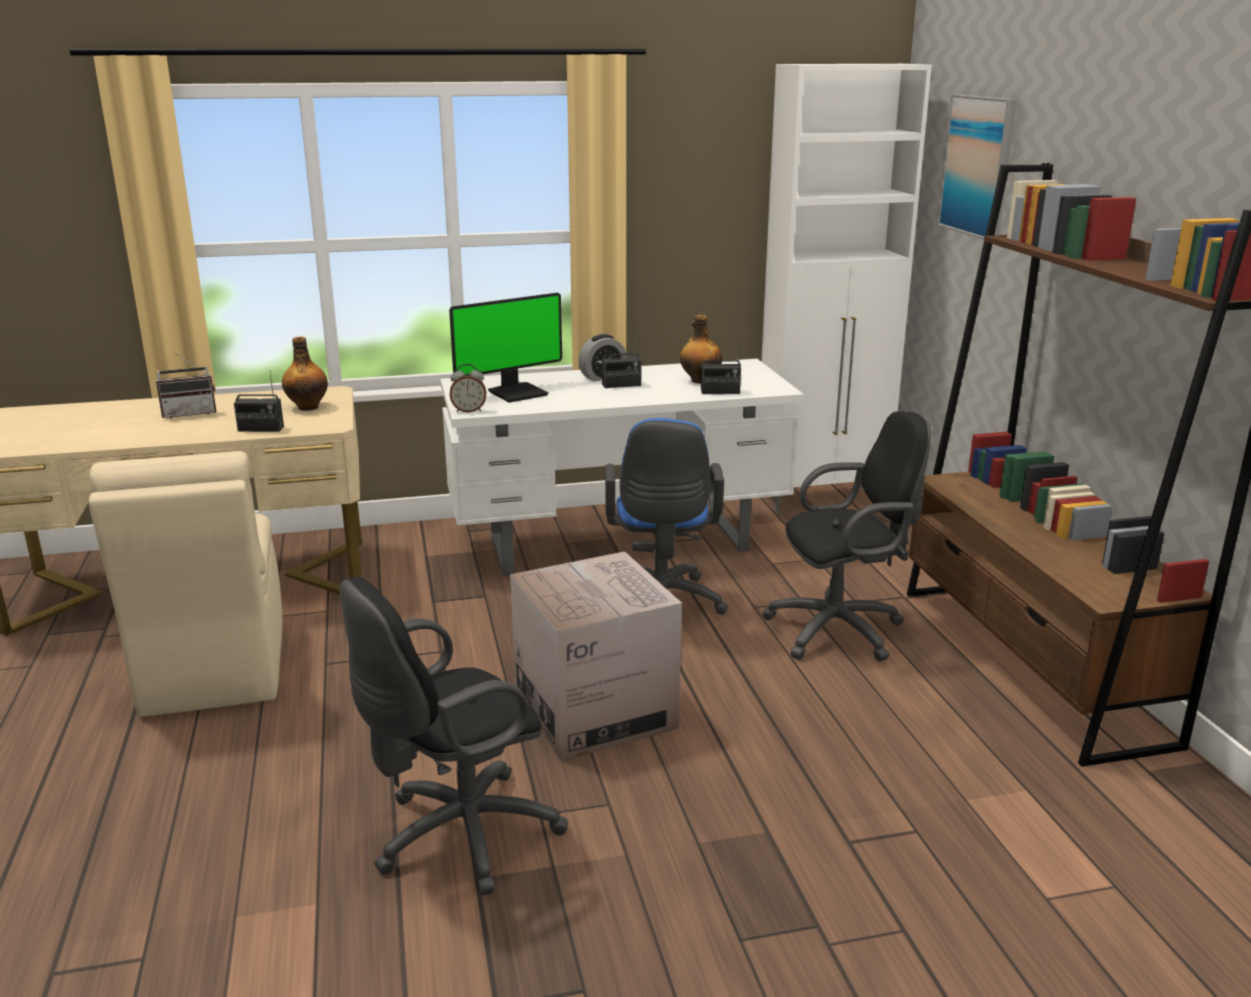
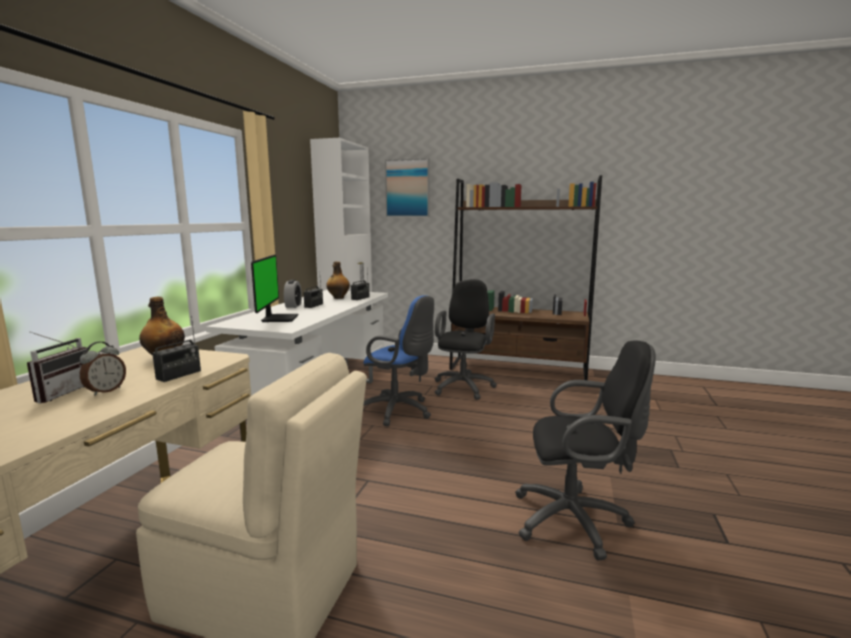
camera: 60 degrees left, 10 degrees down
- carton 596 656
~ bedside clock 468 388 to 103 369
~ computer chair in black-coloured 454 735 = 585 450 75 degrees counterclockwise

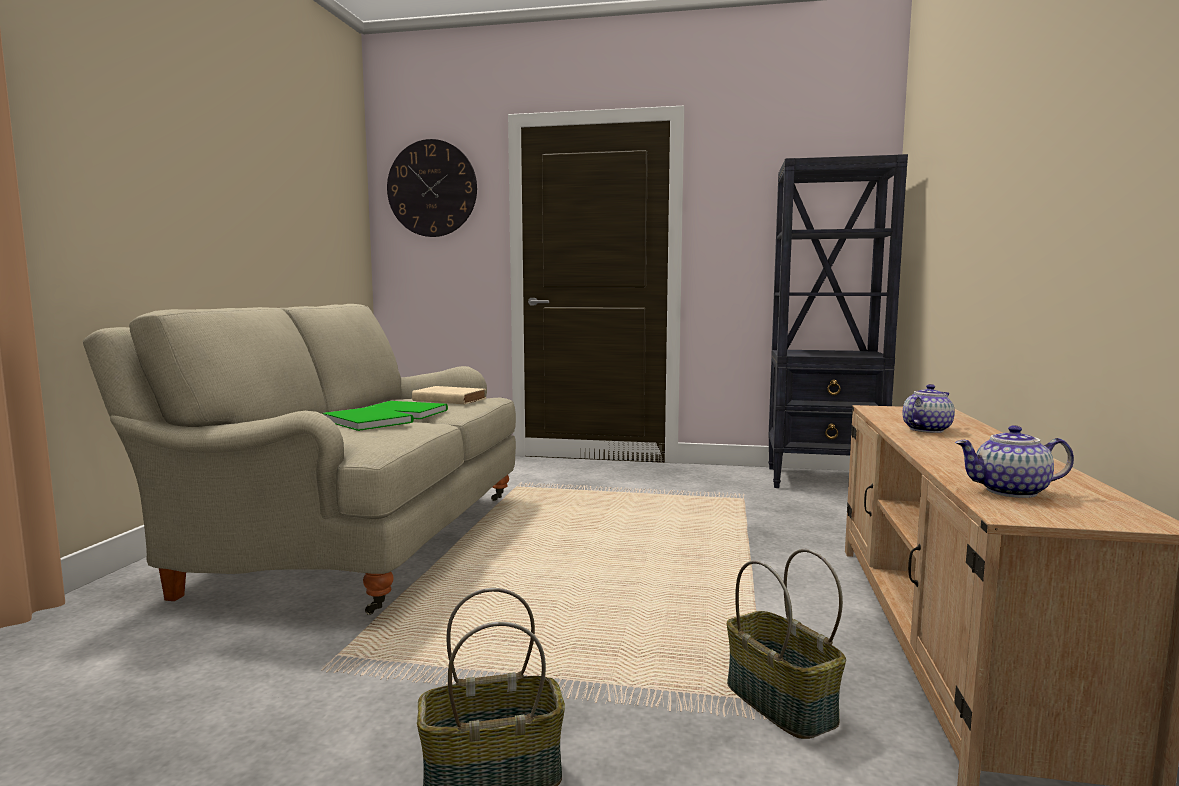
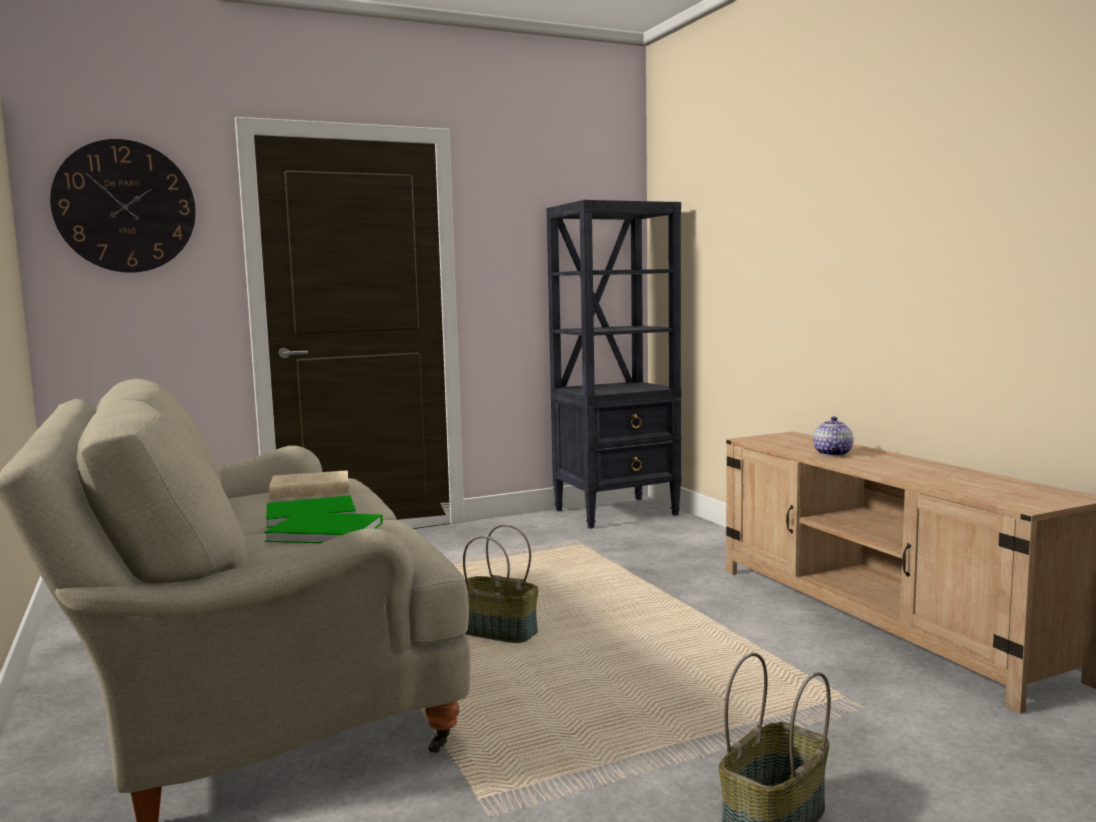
camera: 35 degrees left, 0 degrees up
- tea pot 1014 461
~ basket 786 644 to 501 583

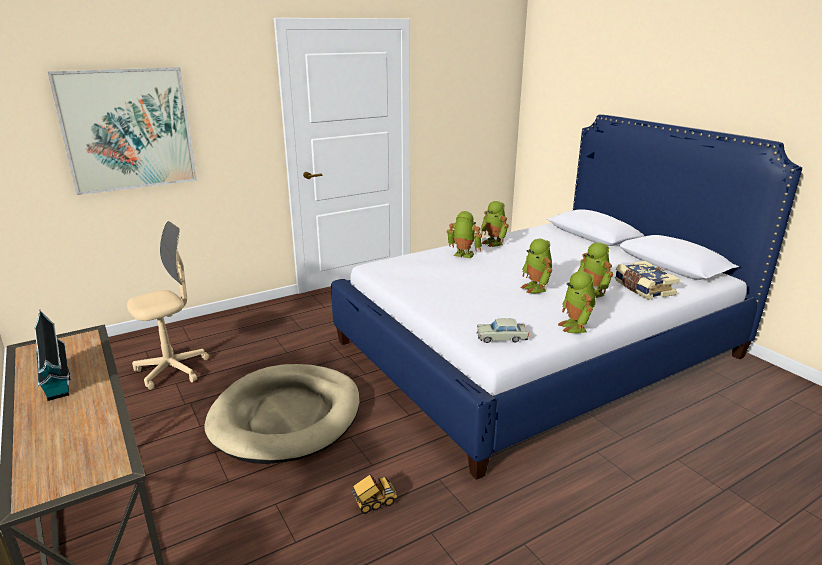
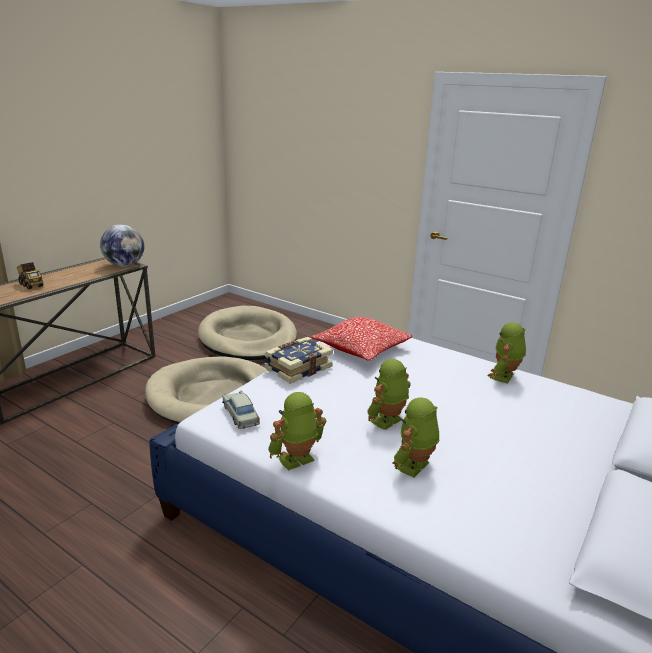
camera: 65 degrees right, 0 degrees up
- toy house 52 355
- picture 122 131
- toy robot 464 235
+ globe 122 245
+ pillow 362 338
~ toy truck 374 494 to 30 275
~ volume 647 280 to 299 360
~ computer chair in beige-coloured 168 305 to dog bed in beige-coloured 247 333

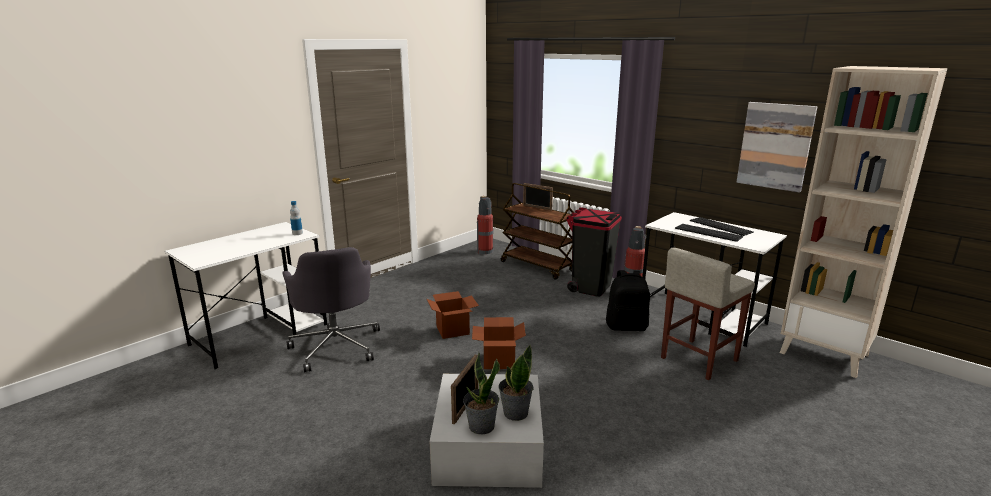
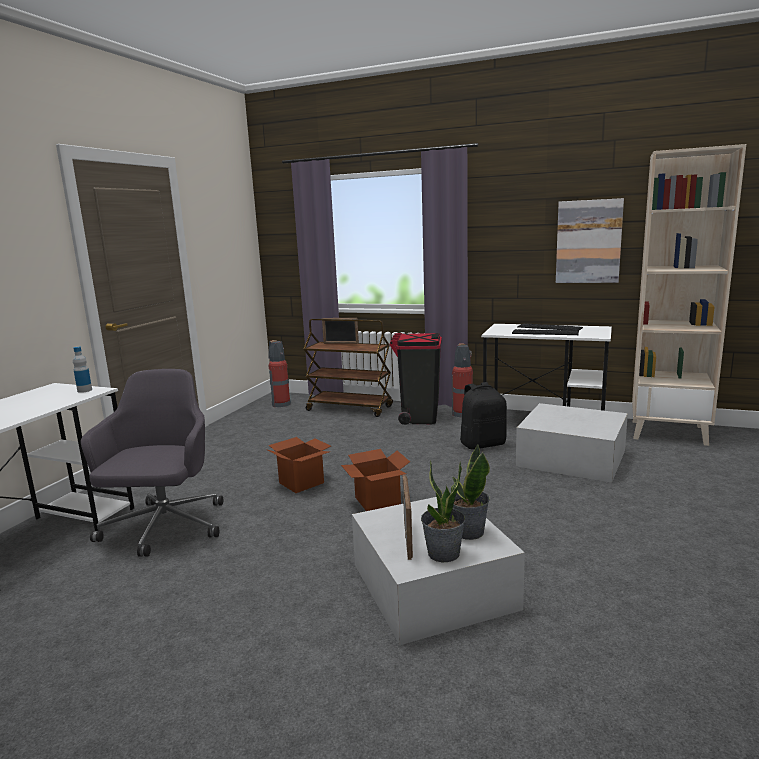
camera: 20 degrees left, 5 degrees down
~ stool seat in beige-coloured 708 314 to storage box in whitish 572 443
~ computer chair in gray 331 310 = 152 463 135 degrees counterclockwise

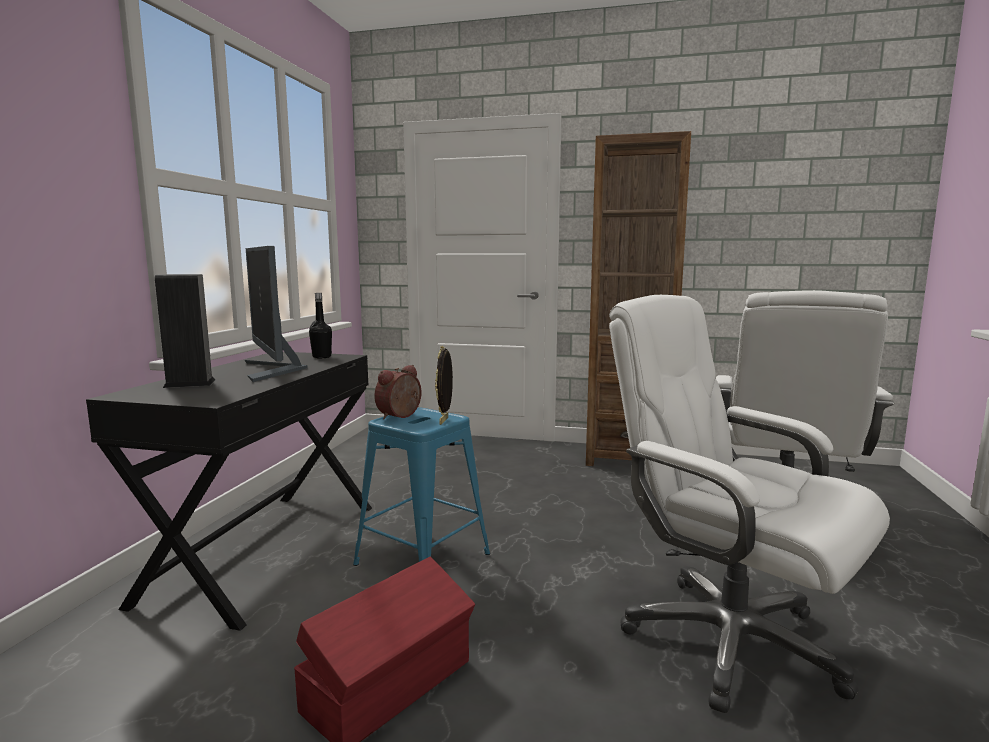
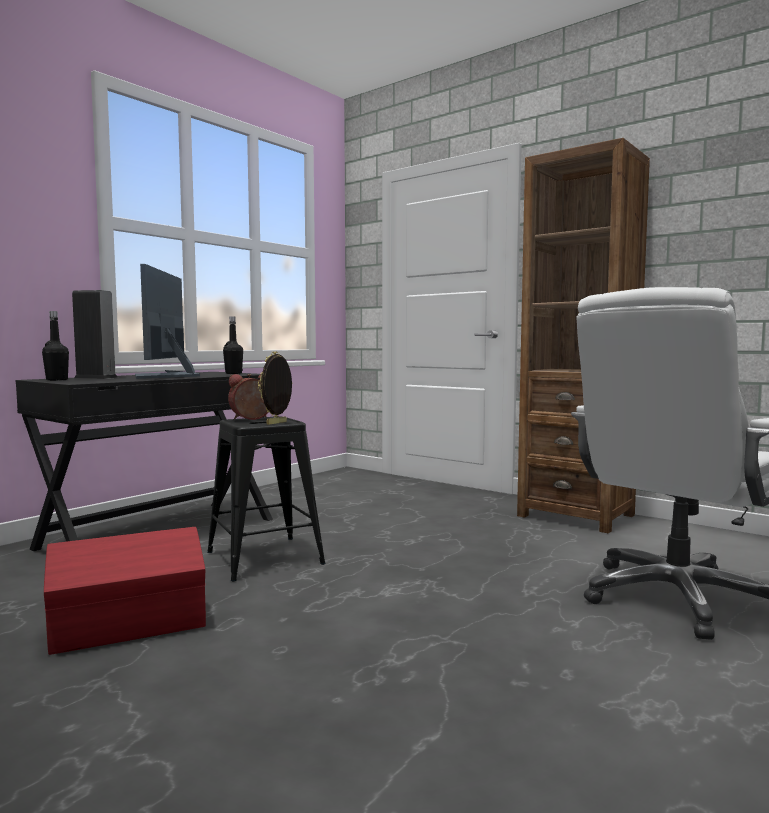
camera: 25 degrees right, 5 degrees down
- computer chair in whitish 749 504
+ drink bottle in black-coloured 55 346
~ stool seat in blue-coloured 421 486 to stool seat in black-coloured 266 499

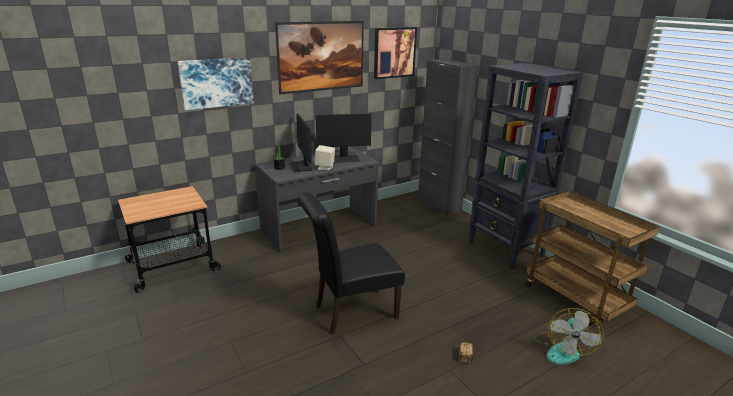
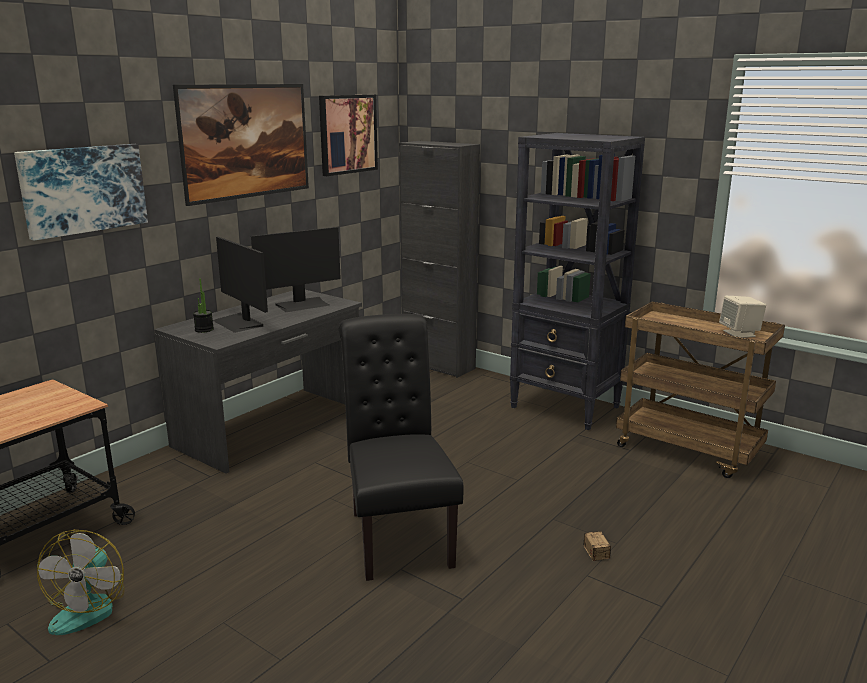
camera: 20 degrees left, 5 degrees down
~ speaker in beige-coloured 324 157 to 742 317
~ cooling fan 569 336 to 81 582
~ chair in black-coloured 351 263 = 401 447 120 degrees clockwise

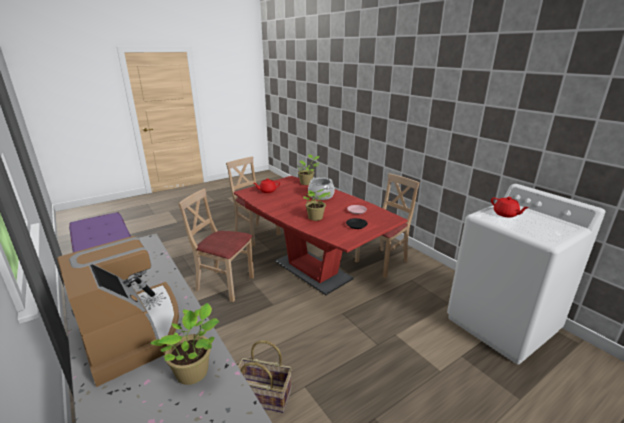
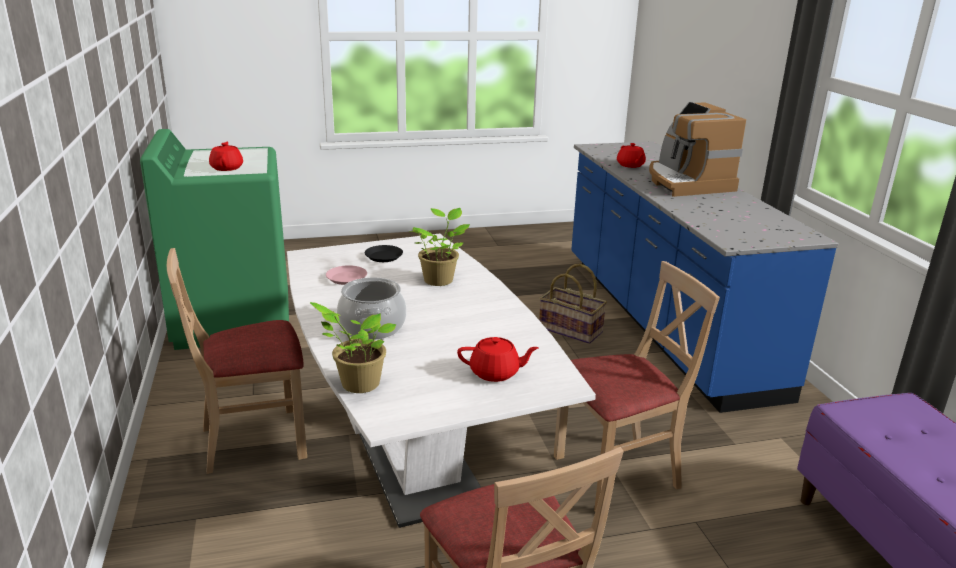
camera: 160 degrees left, 0 degrees up
~ plant in a pot 184 344 to tea pot in reddish 631 155
~ kitchen table in reddish 321 235 to kitchen table in whitish 441 381
~ laundry machine in whitish 526 274 to laundry machine in green-coloured 214 239
~ chair in beige-coloured 216 245 = 637 386 60 degrees counterclockwise

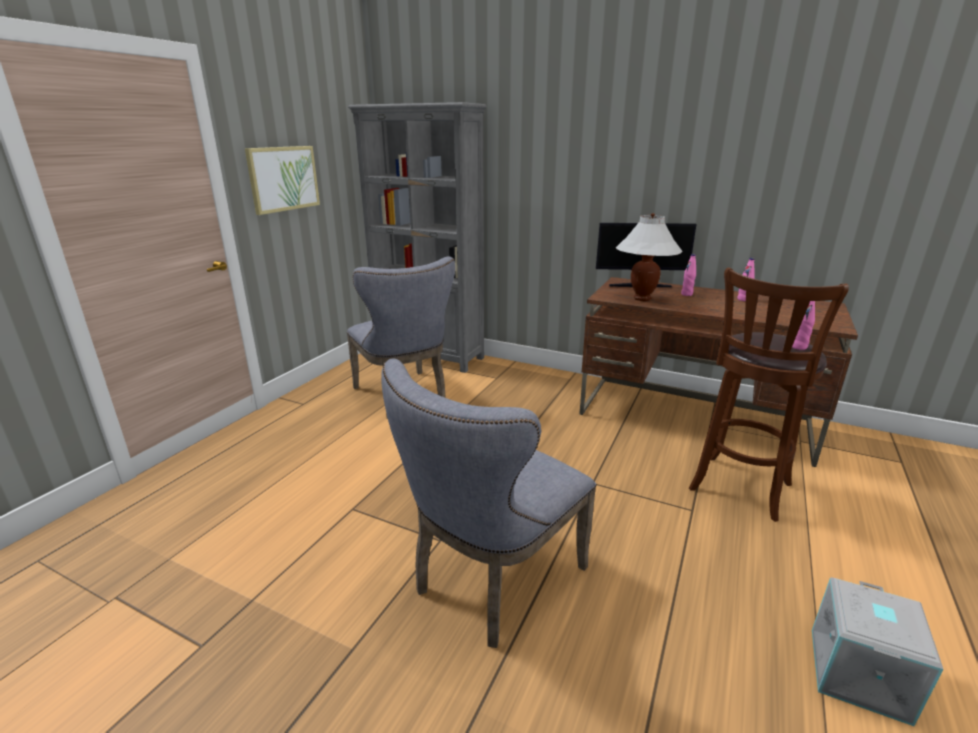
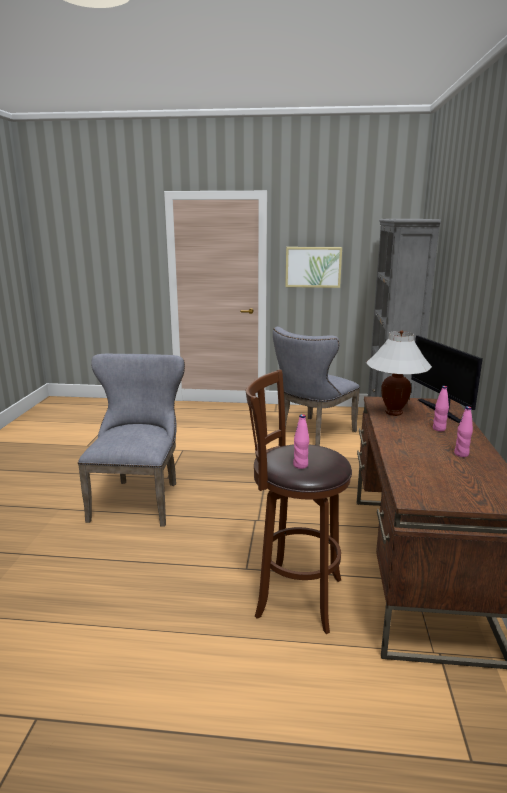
camera: 70 degrees right, 5 degrees down
- storage box in gray 878 651
~ chair in gray 488 503 = 131 440 75 degrees clockwise

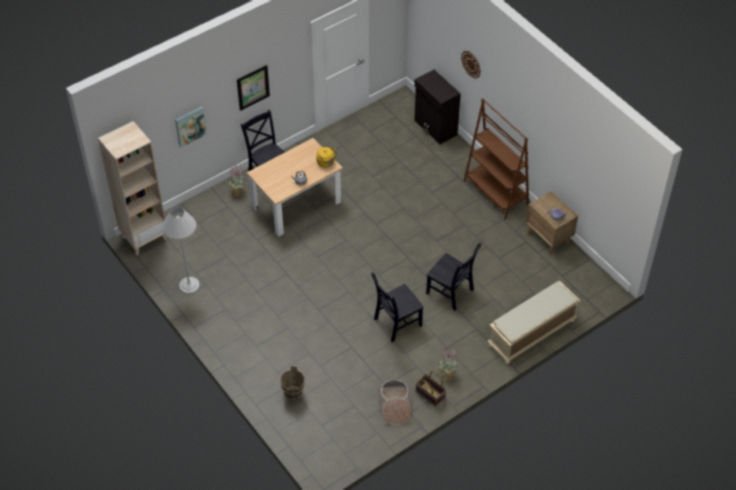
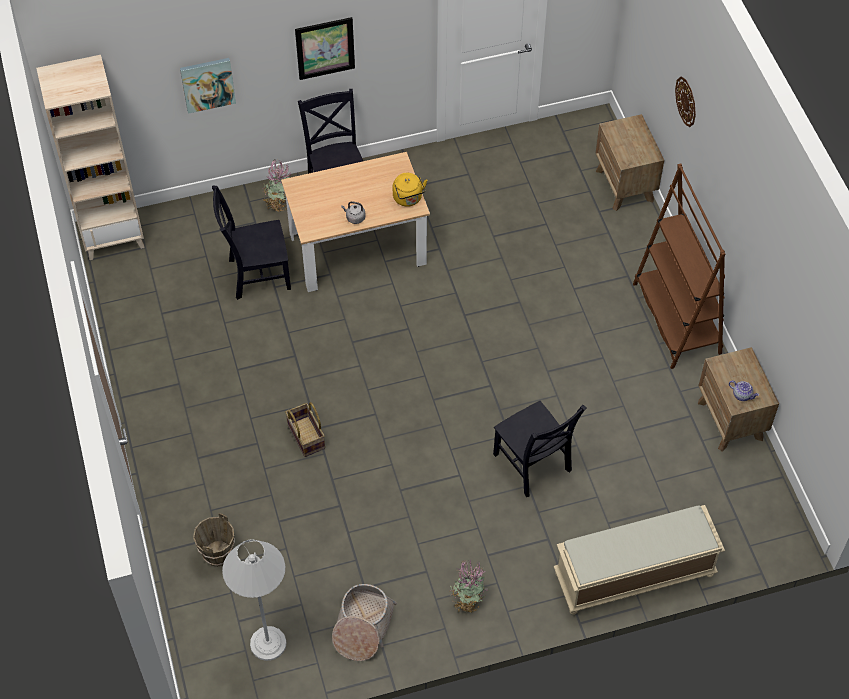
camera: 20 degrees right, 5 degrees up
~ floor lamp in whitish 181 250 to 254 600
~ chair in black-coloured 397 307 to 251 243
~ basket 431 389 to 305 429
~ cabinet in black-coloured 437 107 to nightstand in brown 629 162

